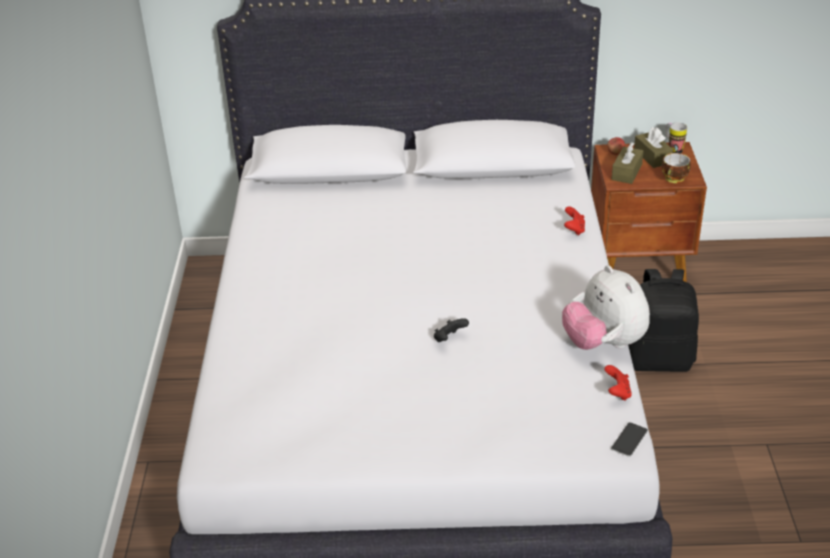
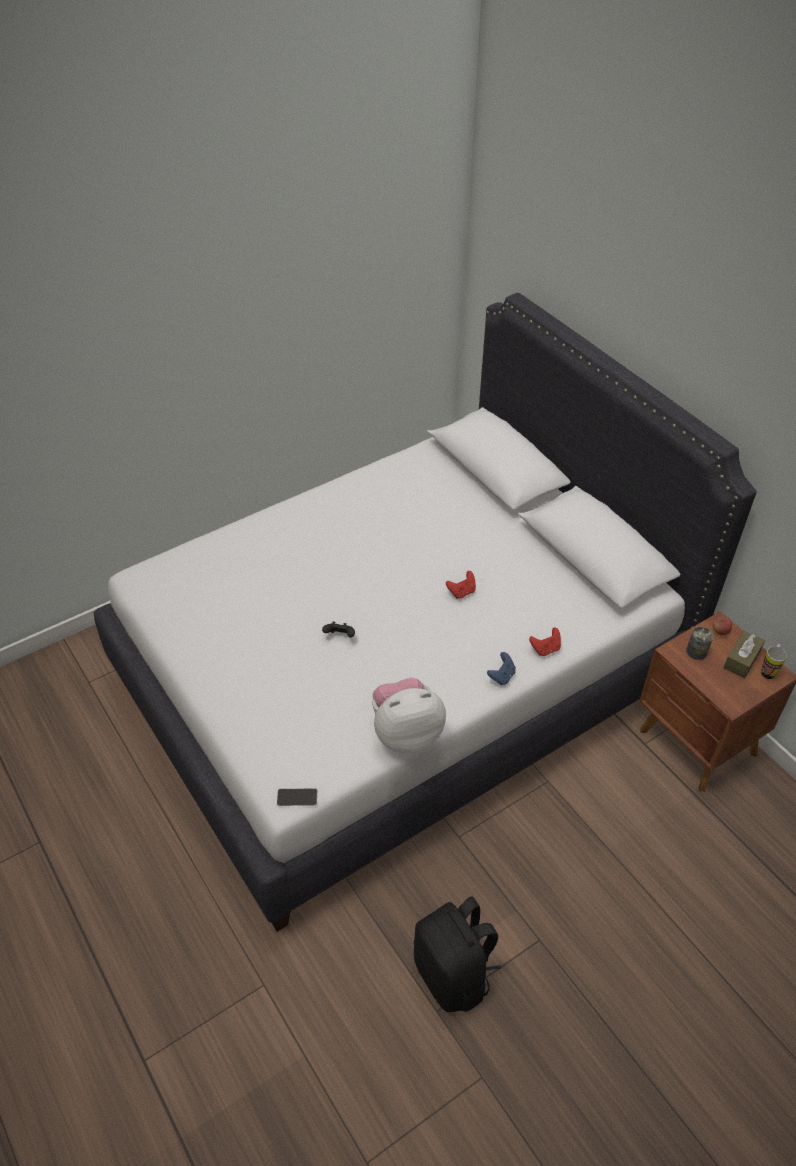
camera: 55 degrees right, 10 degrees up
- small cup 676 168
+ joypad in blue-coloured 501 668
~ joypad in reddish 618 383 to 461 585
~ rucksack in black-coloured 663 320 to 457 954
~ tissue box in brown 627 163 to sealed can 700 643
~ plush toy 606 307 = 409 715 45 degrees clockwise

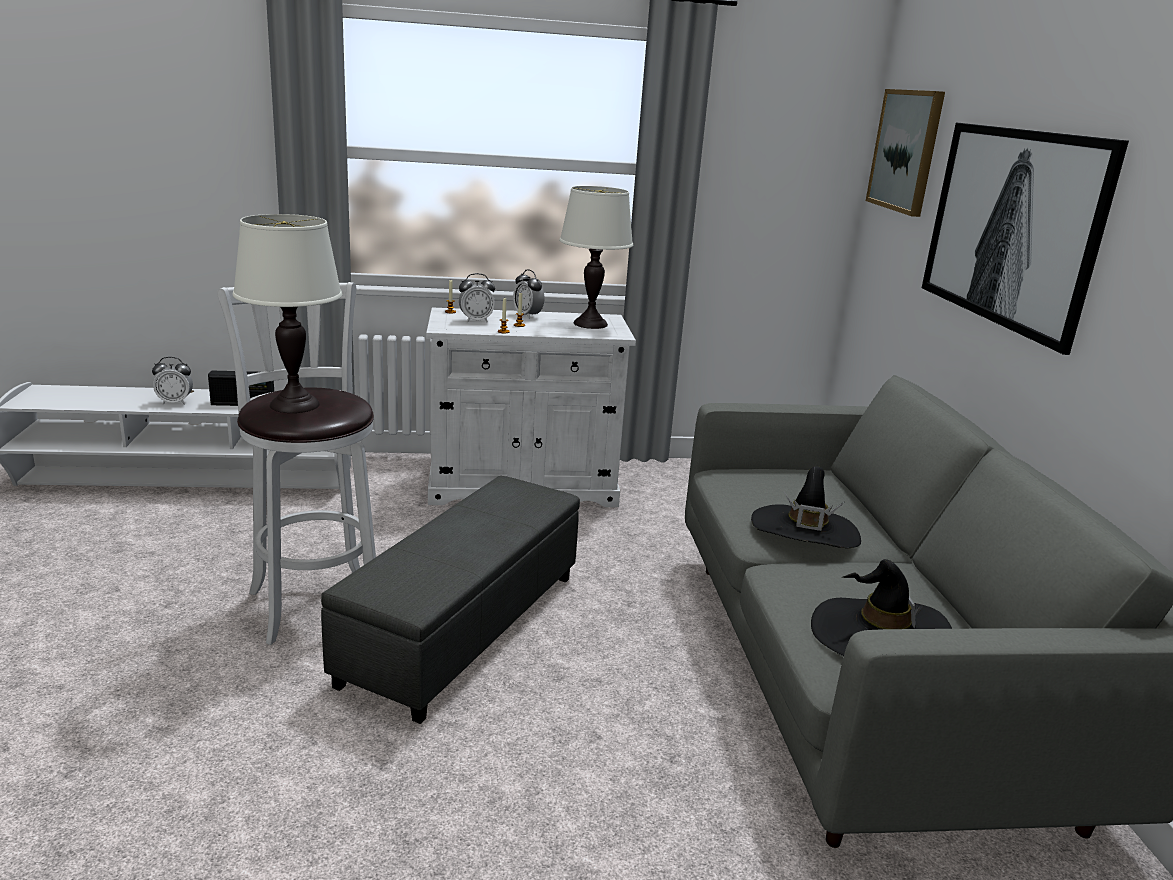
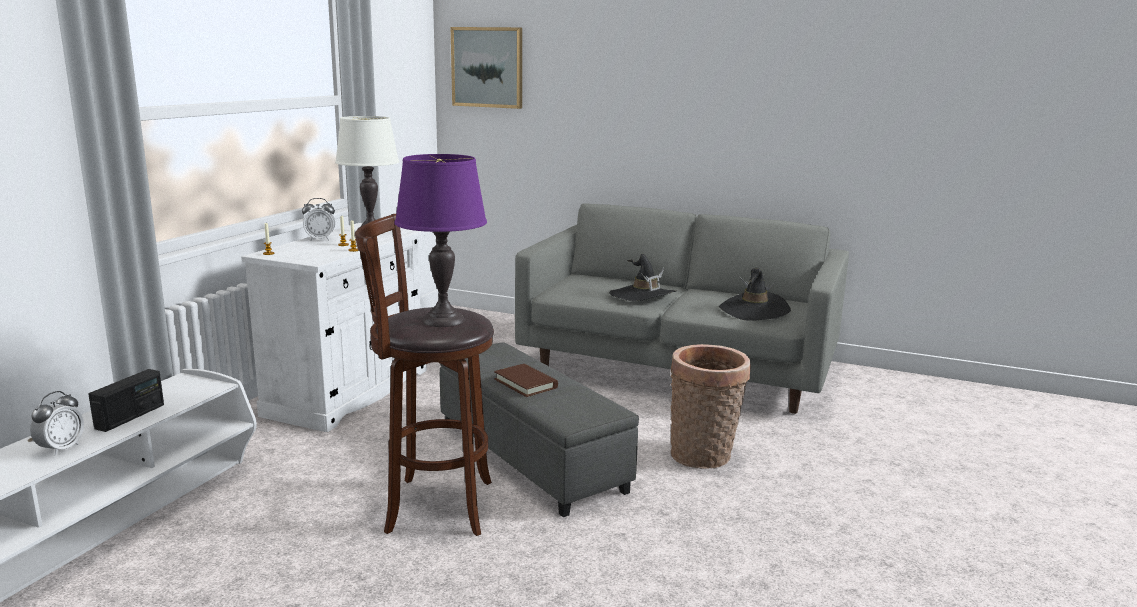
camera: 60 degrees left, 5 degrees down
- bedside clock 477 298
- picture 1025 239
+ volume in brown 526 380
+ basket 711 406
~ stool seat in whitish 296 463 to stool seat in brown 424 375
~ lamp for a table in whitish 287 313 to lamp for a table in purple 440 240

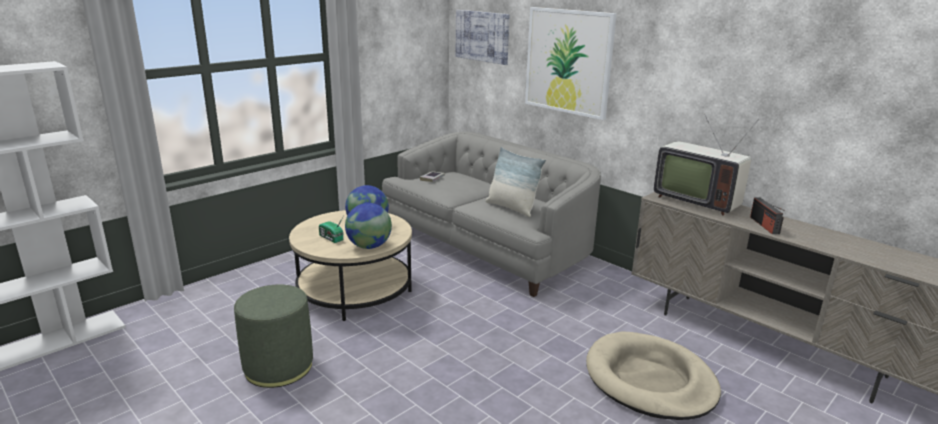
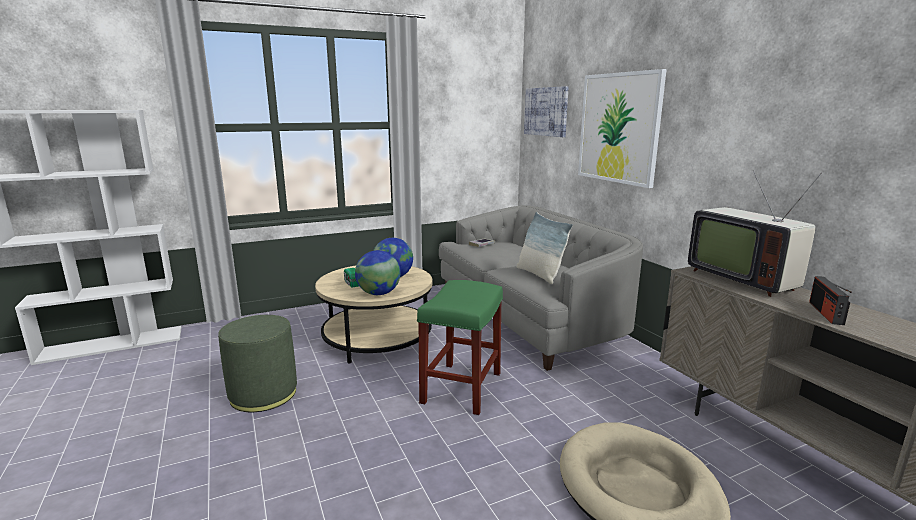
camera: 20 degrees right, 5 degrees down
+ stool seat in green-coloured 460 347

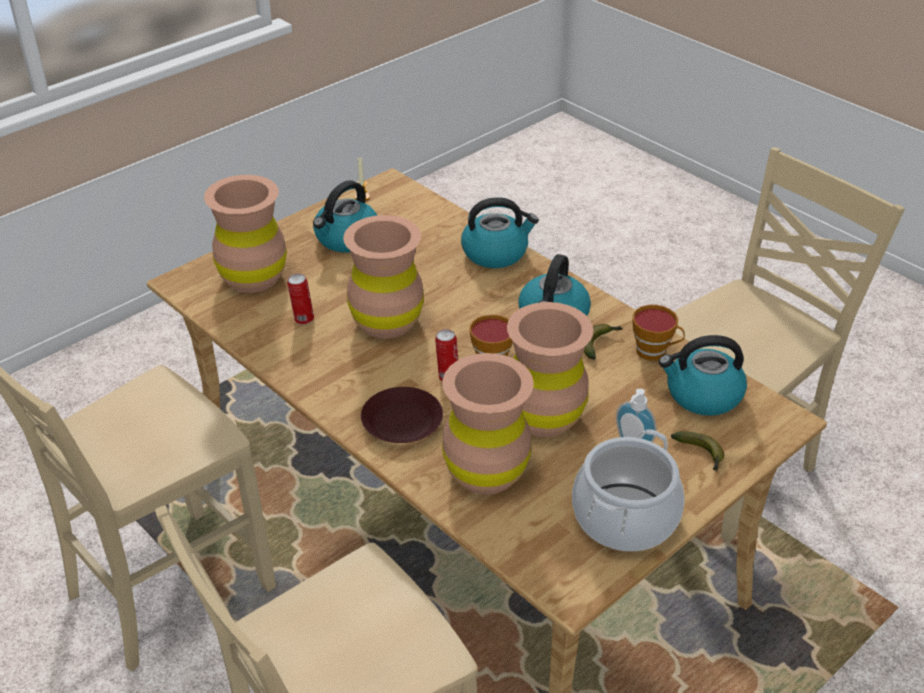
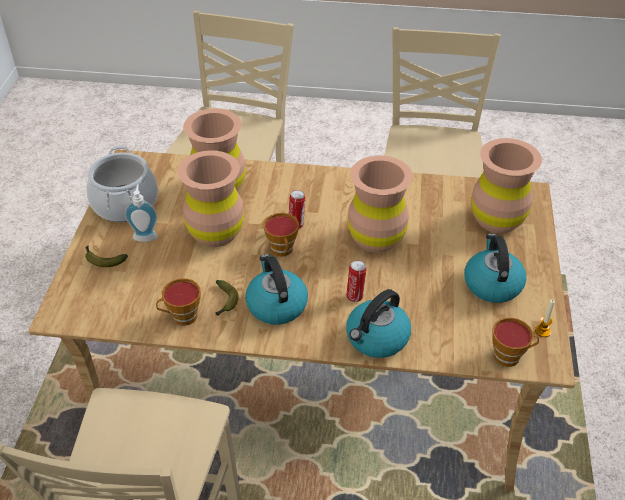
camera: 140 degrees right, 5 degrees up
- plate in brown 402 415
- kettle 703 375
+ small cup 515 342
~ sealed can 300 299 to 356 281

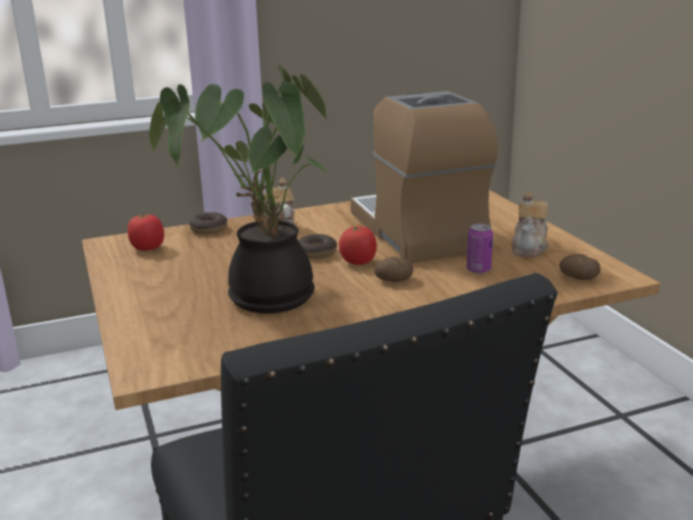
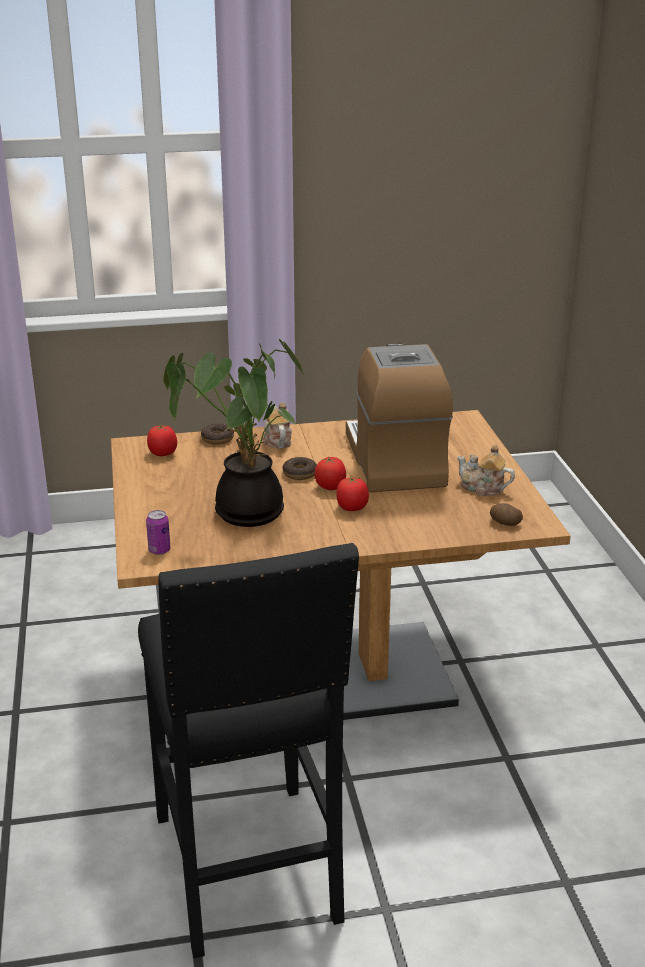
camera: 10 degrees right, 5 degrees up
~ sealed can 480 249 to 158 532
~ spud 393 269 to fresh tomato 352 493
~ tea pot 530 224 = 486 470 90 degrees clockwise

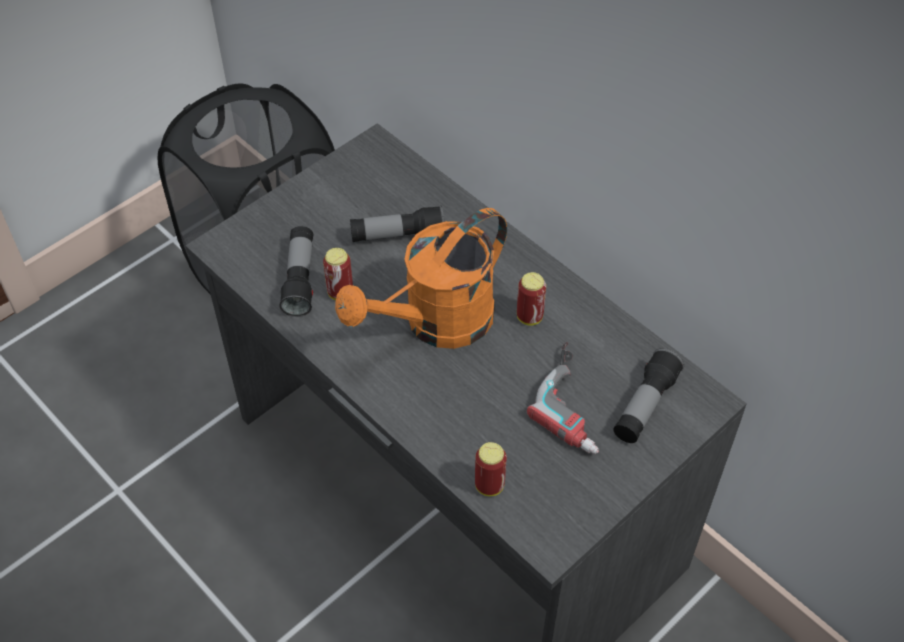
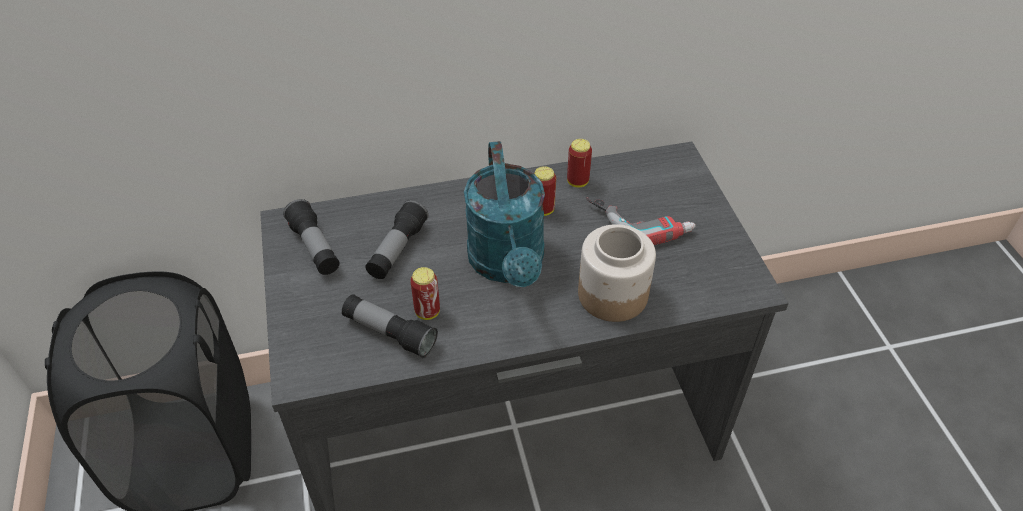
camera: 60 degrees left, 5 degrees down
+ preserve jar 617 273
~ sealed can 491 469 to 579 163
~ flashlight 648 395 to 311 237
~ watering can in orange 421 278 to watering can in blue-green 504 214

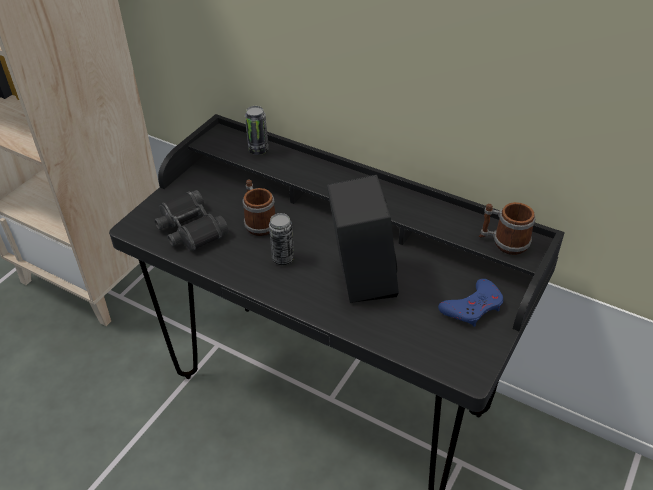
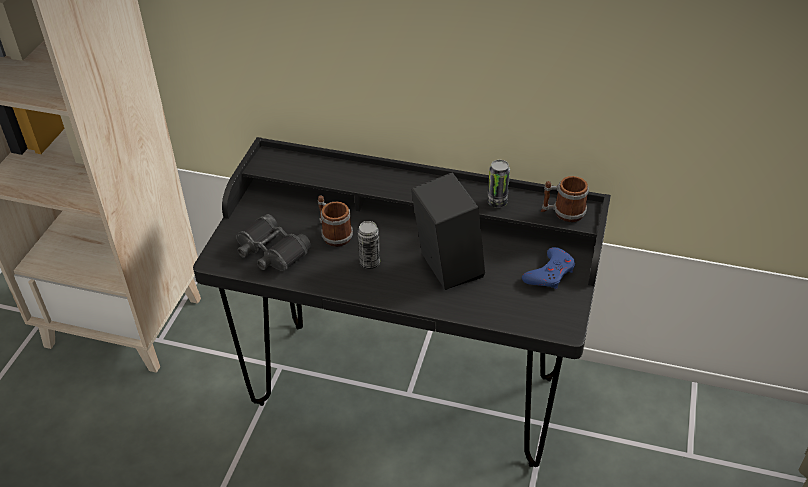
camera: 15 degrees left, 0 degrees up
~ sealed can 256 130 to 498 184

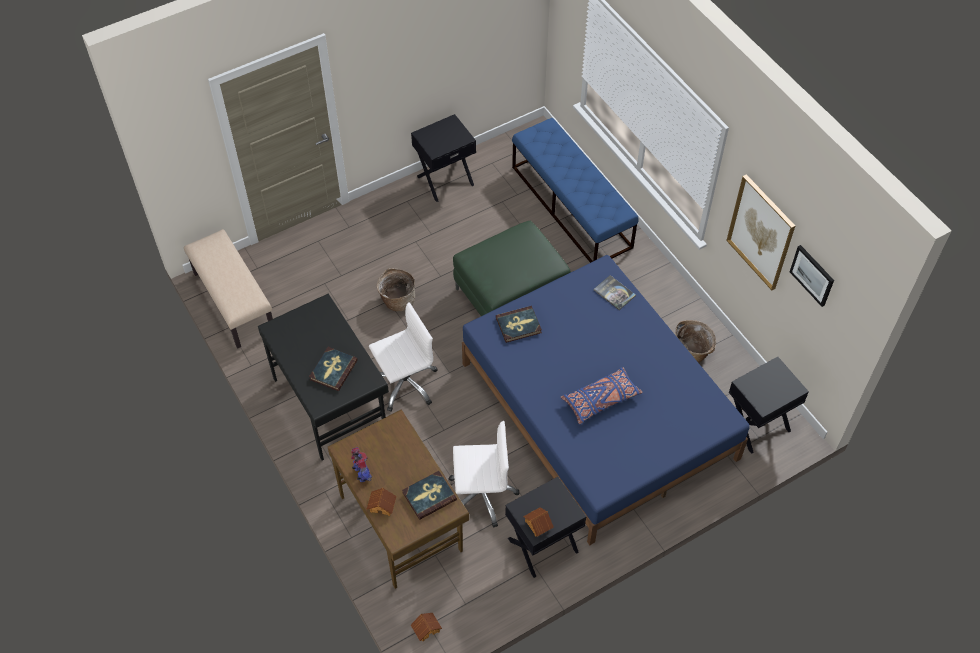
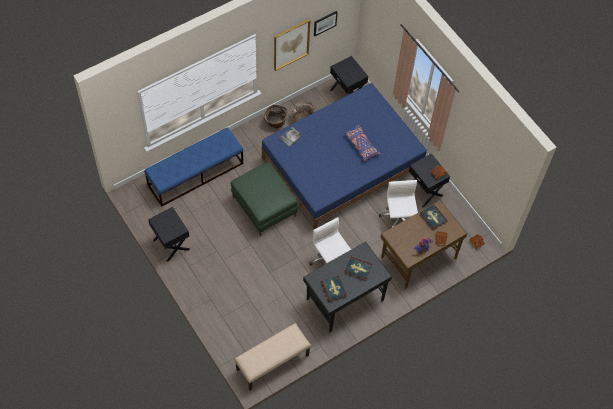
camera: 95 degrees left, 5 degrees up
~ basket 396 289 to 275 116
~ volume 519 324 to 334 289

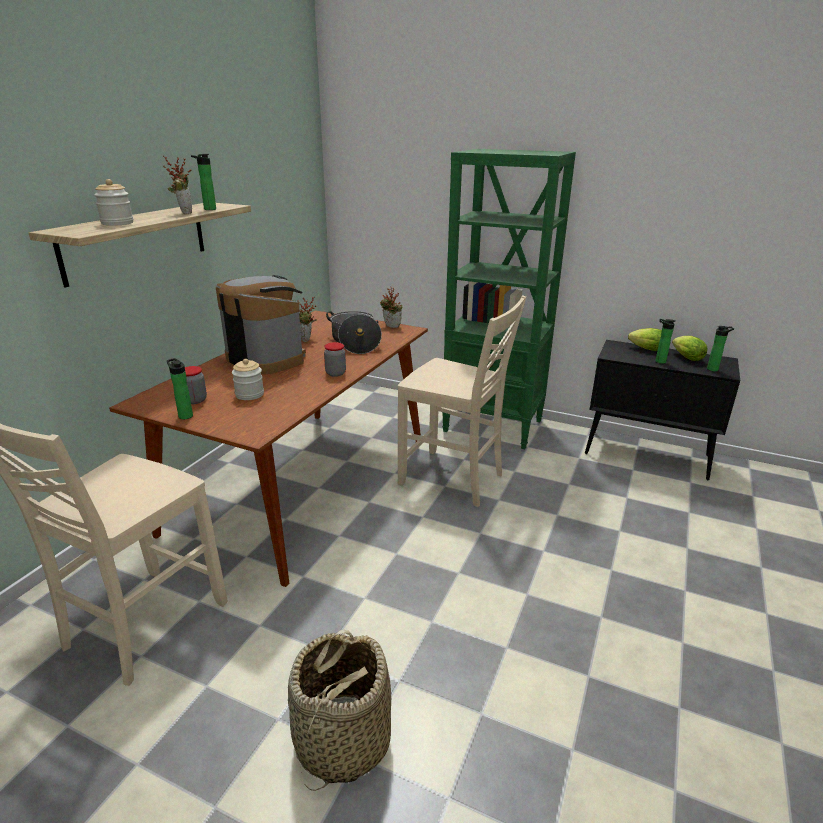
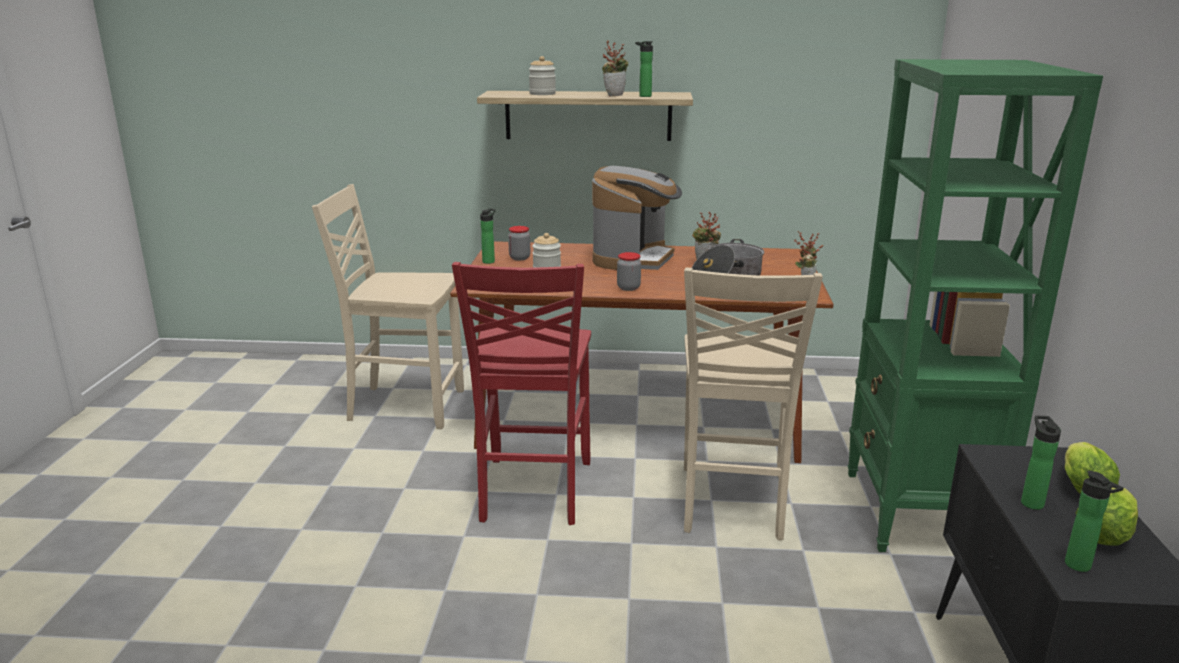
camera: 70 degrees right, 5 degrees down
- basket 339 710
+ chair in reddish 521 393

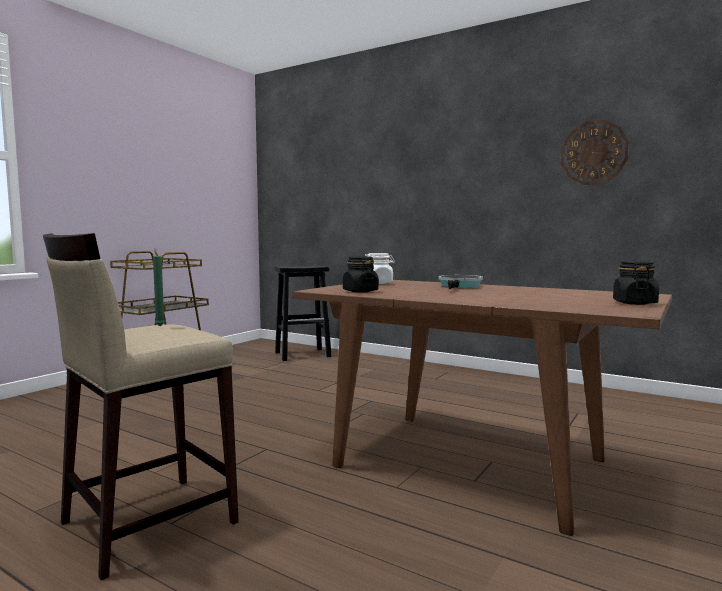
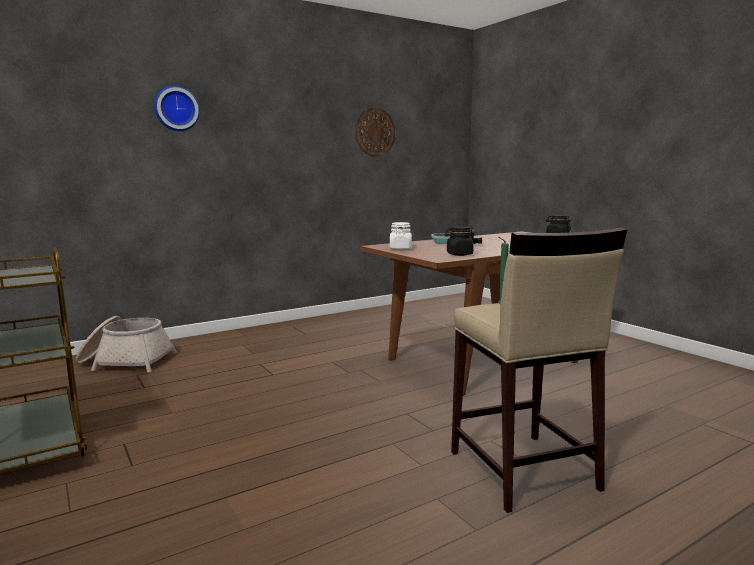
camera: 65 degrees left, 5 degrees up
+ wall clock 177 108
~ stool seat in black-coloured 303 313 to basket 126 344

